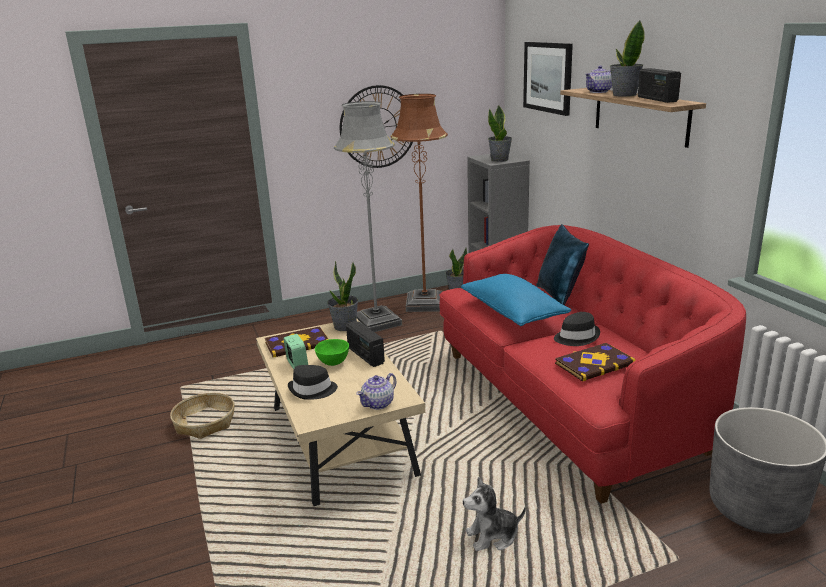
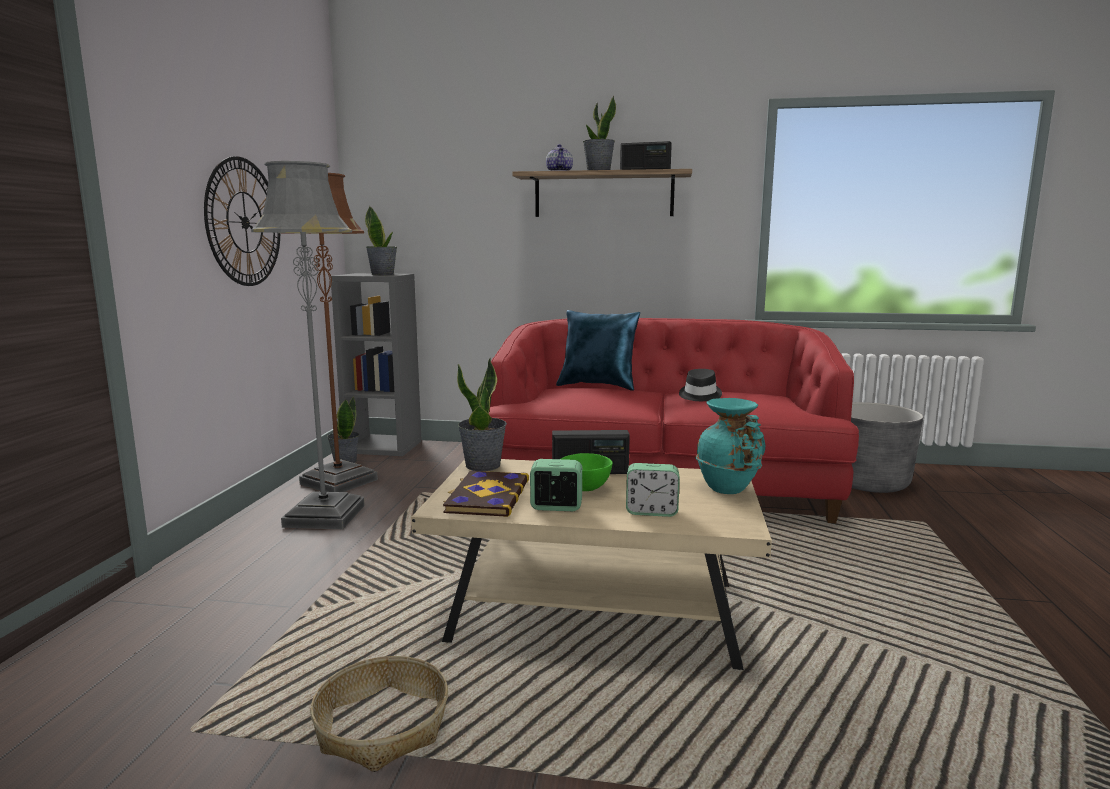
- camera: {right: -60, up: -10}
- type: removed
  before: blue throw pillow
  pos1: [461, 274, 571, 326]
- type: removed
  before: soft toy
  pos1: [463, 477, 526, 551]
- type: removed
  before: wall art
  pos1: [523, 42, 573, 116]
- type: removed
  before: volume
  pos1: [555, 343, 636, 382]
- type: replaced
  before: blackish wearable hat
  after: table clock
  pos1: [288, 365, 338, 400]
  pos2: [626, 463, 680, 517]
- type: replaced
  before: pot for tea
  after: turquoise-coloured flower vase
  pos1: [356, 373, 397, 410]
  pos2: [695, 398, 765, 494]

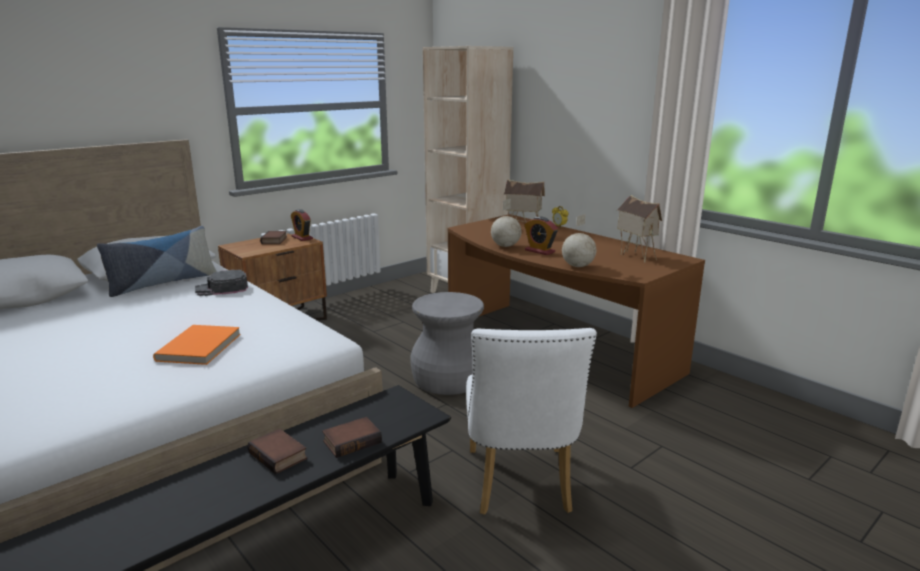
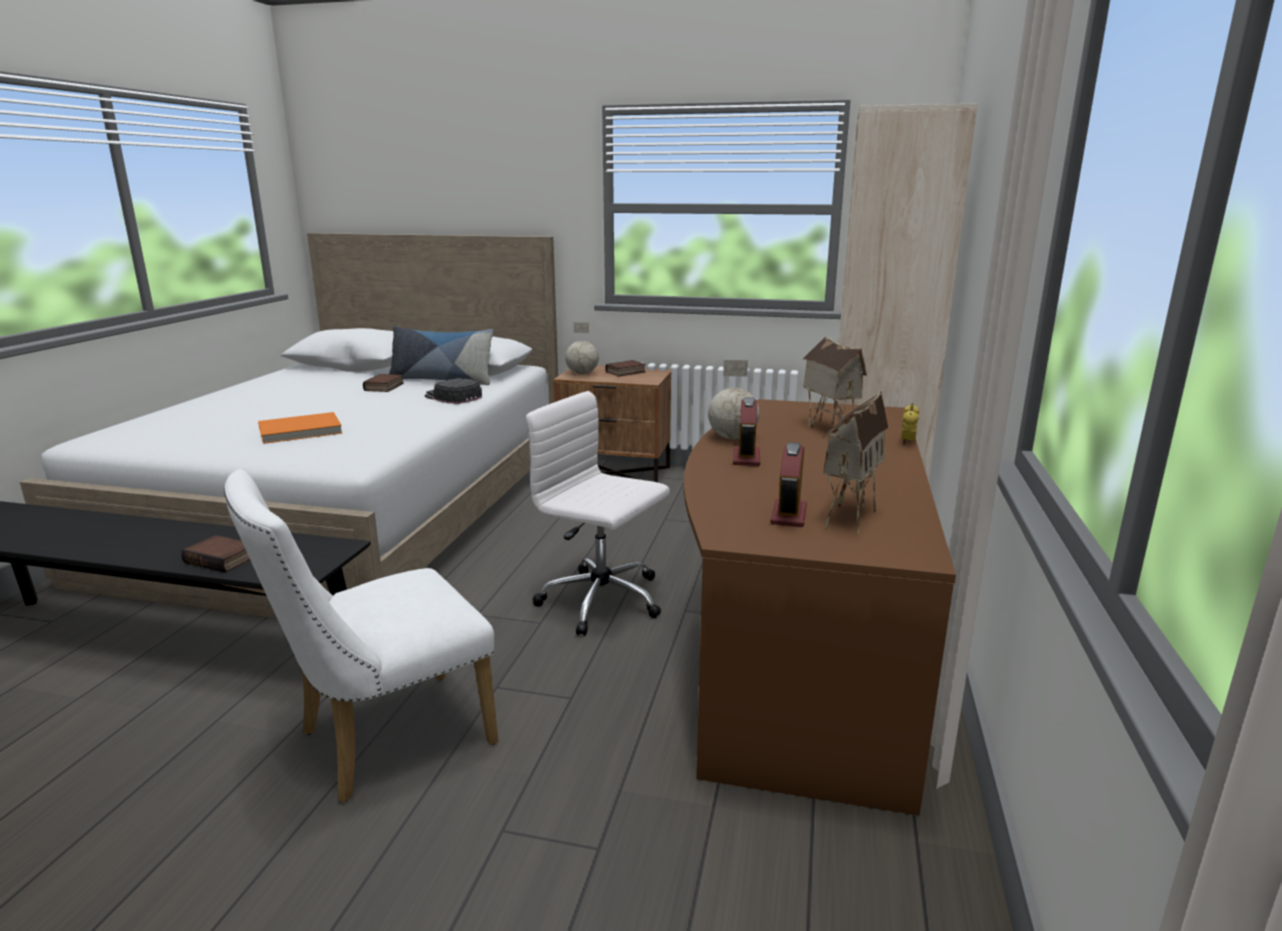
- camera: {right: 55, up: 0}
- type: moved
  before: volume
  pos1: [247, 429, 307, 474]
  pos2: [363, 374, 404, 392]
- type: moved
  before: table clock
  pos1: [291, 209, 313, 241]
  pos2: [771, 442, 807, 527]
- type: moved
  before: desk globe
  pos1: [562, 214, 596, 267]
  pos2: [565, 322, 599, 375]
- type: replaced
  before: greyish sitting stool
  after: white office chair
  pos1: [410, 292, 484, 395]
  pos2: [526, 391, 670, 636]

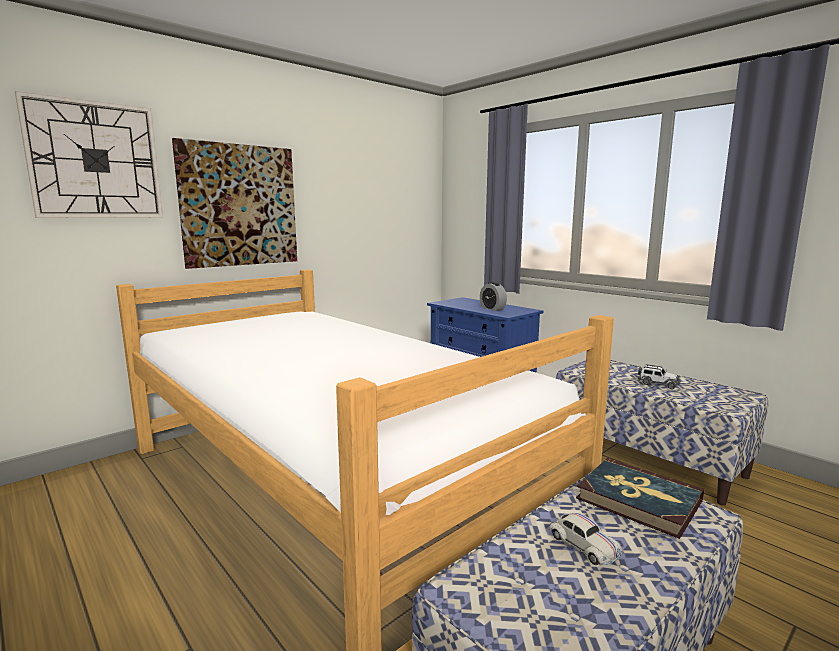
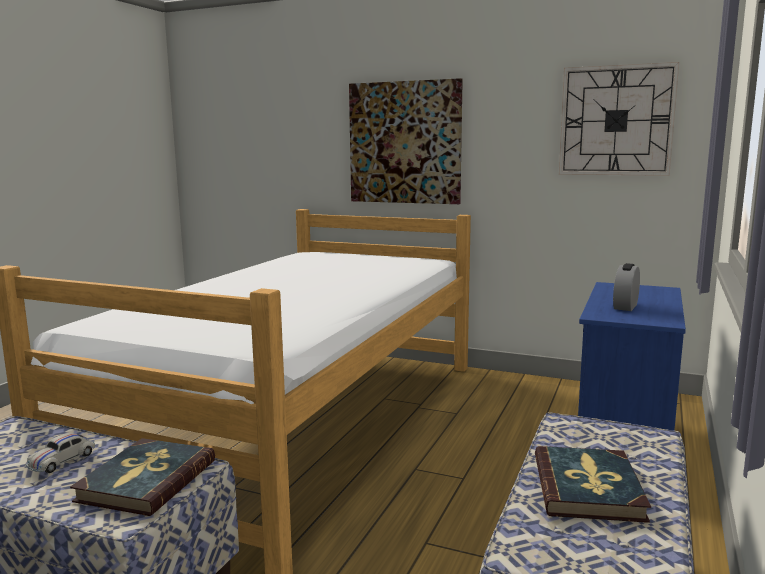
- camera: {right: 65, up: 0}
- type: moved
  before: wall clock
  pos1: [15, 91, 163, 218]
  pos2: [559, 62, 679, 176]
- type: replaced
  before: model car
  after: volume
  pos1: [638, 364, 681, 389]
  pos2: [535, 446, 651, 523]

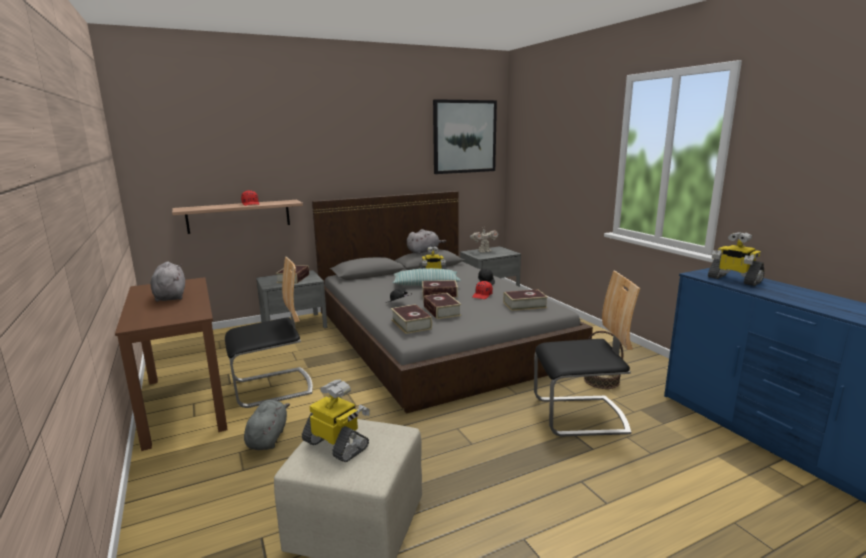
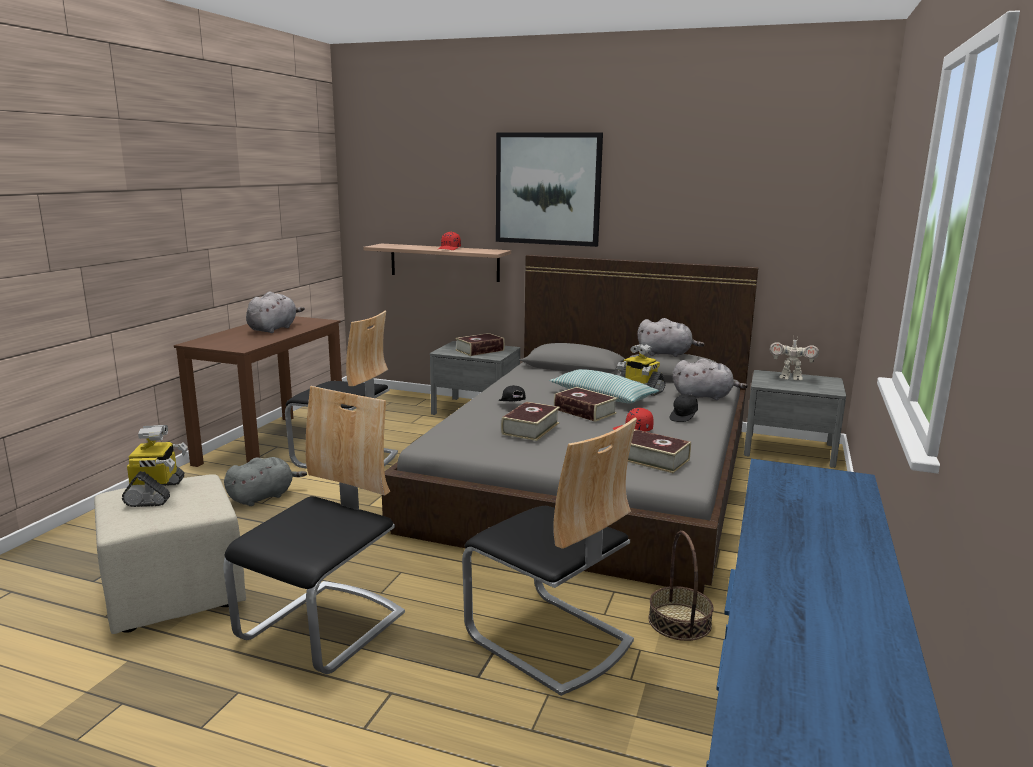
- camera: {right: 45, up: 0}
- type: removed
  before: volume
  pos1: [391, 304, 432, 334]
- type: removed
  before: robot figure
  pos1: [708, 232, 765, 286]
- type: added
  after: plain chair
  pos2: [223, 386, 405, 674]
- type: added
  after: greyish soft toy
  pos2: [673, 358, 748, 400]
- type: moved
  before: wall art
  pos1: [433, 99, 497, 174]
  pos2: [496, 133, 603, 247]

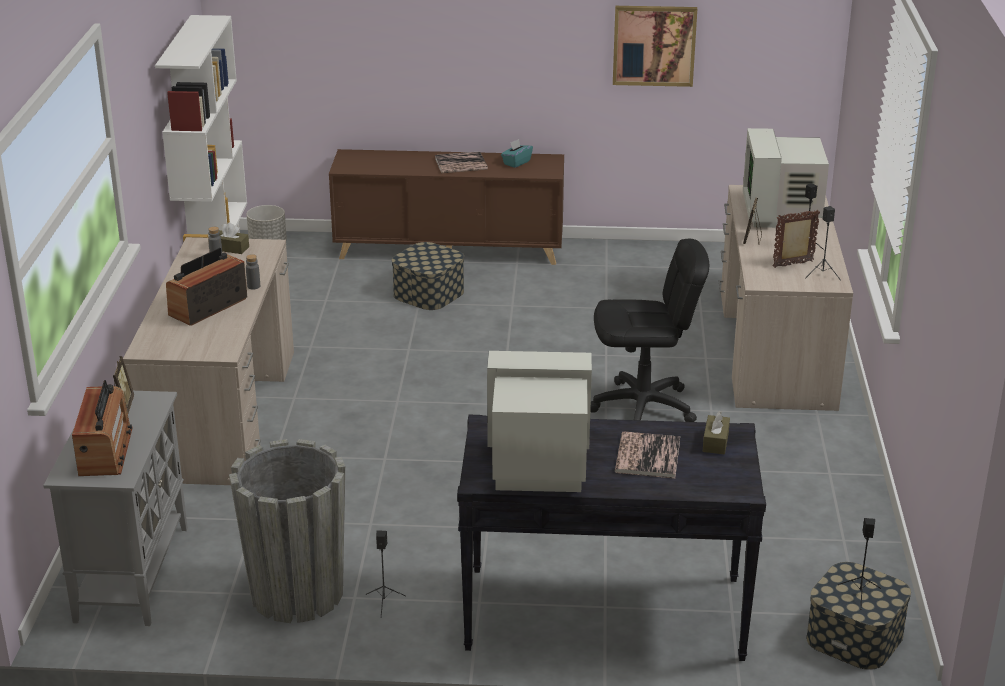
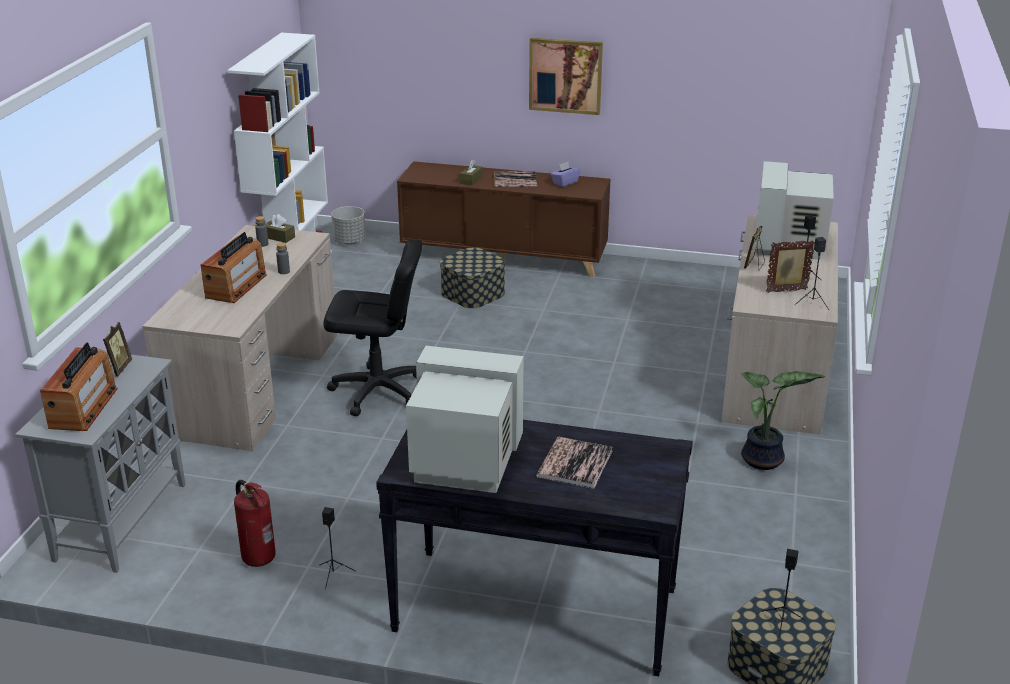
- camera: {right: 10, up: 0}
- type: added
  after: plant in a pot
  pos2: [741, 371, 825, 470]
- type: moved
  before: blackish office chair
  pos1: [590, 239, 709, 422]
  pos2: [323, 239, 422, 416]
- type: moved
  before: wall art
  pos1: [613, 6, 697, 87]
  pos2: [529, 38, 603, 115]
- type: moved
  before: brown-coloured box of tissues
  pos1: [703, 411, 730, 454]
  pos2: [460, 160, 482, 185]
- type: replaced
  before: greyish plant pot
  after: fire extinguisher
  pos1: [229, 439, 345, 623]
  pos2: [234, 480, 276, 567]
- type: recoloured
  before: turquoise-coloured box of tissues
  after: purple box of tissues
  pos1: [501, 139, 533, 168]
  pos2: [551, 162, 581, 187]
- type: turned
  before: radio set
  pos1: [166, 248, 247, 326]
  pos2: [201, 232, 267, 303]
  turn: 150

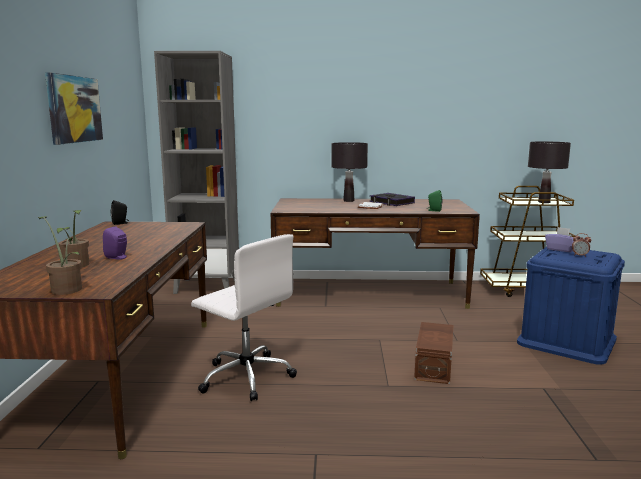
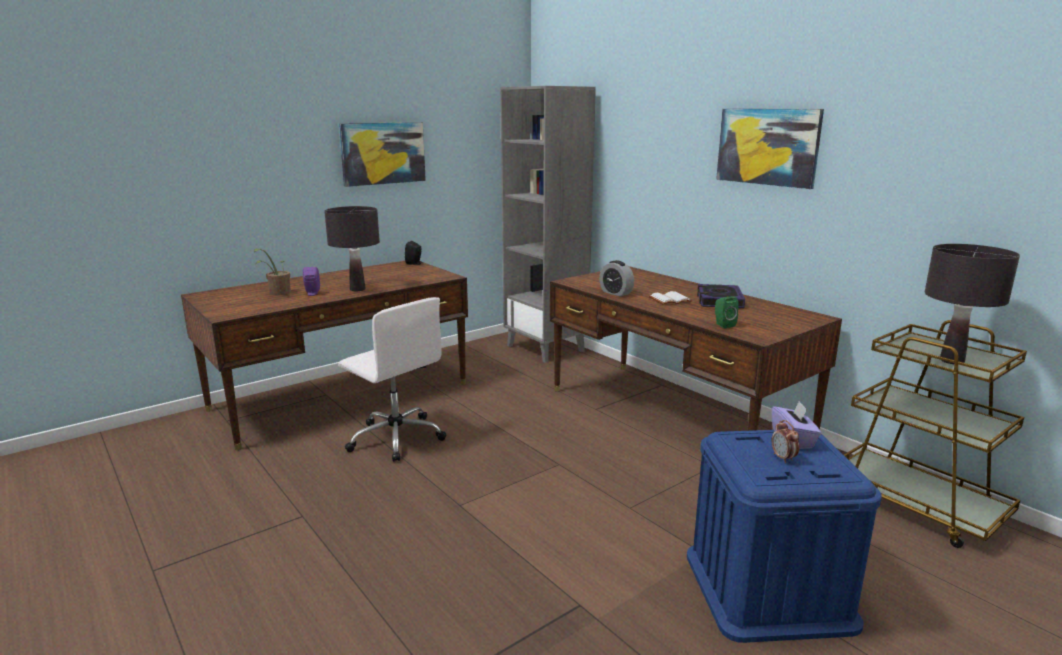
- camera: {right: 50, up: 5}
- type: removed
  before: plant in a pot
  pos1: [38, 216, 82, 295]
- type: removed
  before: brown-coloured storage box
  pos1: [414, 322, 454, 384]
- type: added
  after: table clock
  pos2: [599, 260, 634, 296]
- type: added
  after: wall art
  pos2: [716, 109, 824, 189]
- type: moved
  before: blackish table lamp
  pos1: [331, 142, 368, 202]
  pos2: [324, 206, 380, 291]
- type: turned
  before: white office chair
  pos1: [191, 234, 297, 401]
  pos2: [338, 297, 447, 462]
  turn: -45

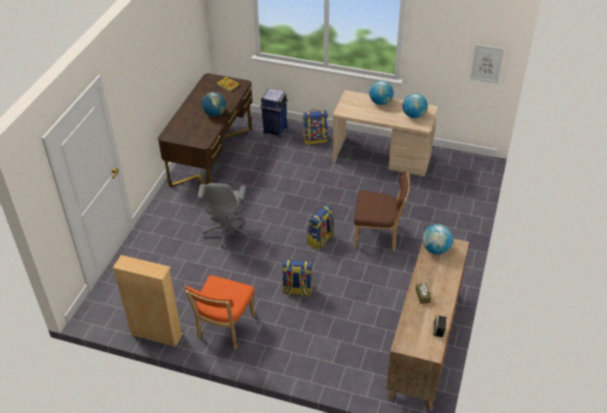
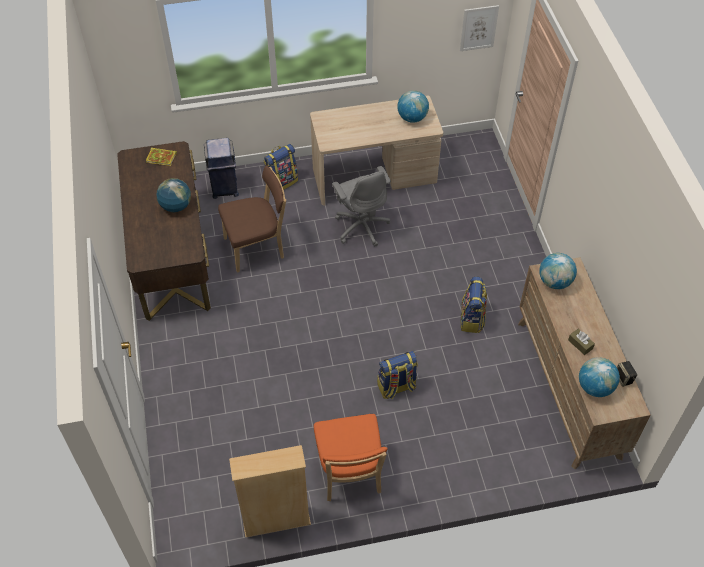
- camera: {right: -30, up: 10}
- type: moved
  before: greyish office chair
  pos1: [198, 183, 249, 249]
  pos2: [332, 166, 391, 246]
- type: moved
  before: rucksack
  pos1: [307, 204, 334, 250]
  pos2: [460, 277, 487, 333]
- type: moved
  before: brown-coloured plain chair
  pos1: [354, 171, 410, 251]
  pos2: [218, 165, 286, 273]
- type: moved
  before: desk globe
  pos1: [369, 81, 394, 105]
  pos2: [579, 357, 620, 397]

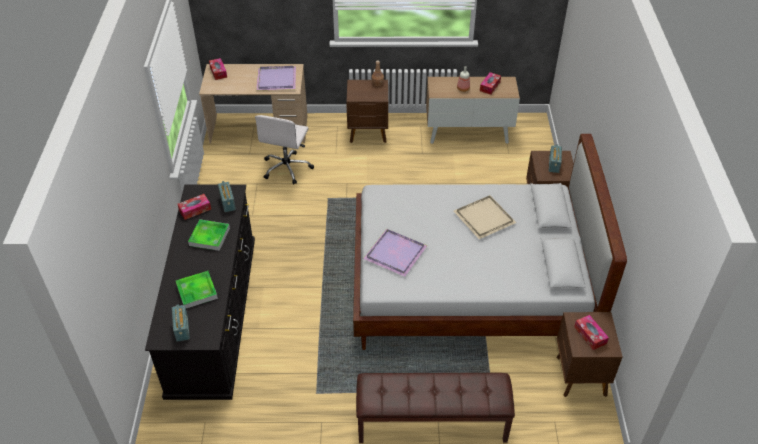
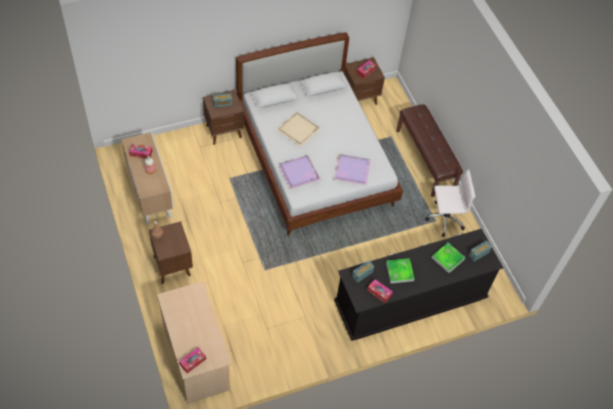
- camera: {right: -115, up: 10}
- type: moved
  before: white office chair
  pos1: [255, 115, 314, 184]
  pos2: [425, 170, 475, 237]
- type: moved
  before: purple carrying tray
  pos1: [256, 66, 296, 91]
  pos2: [278, 155, 321, 189]

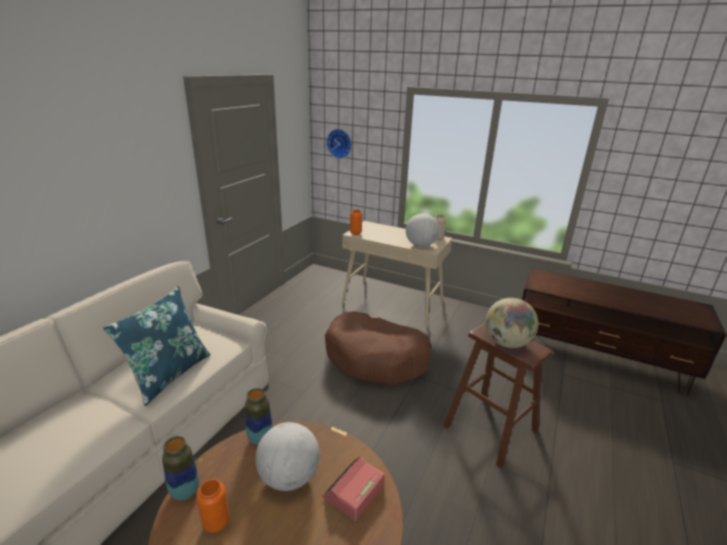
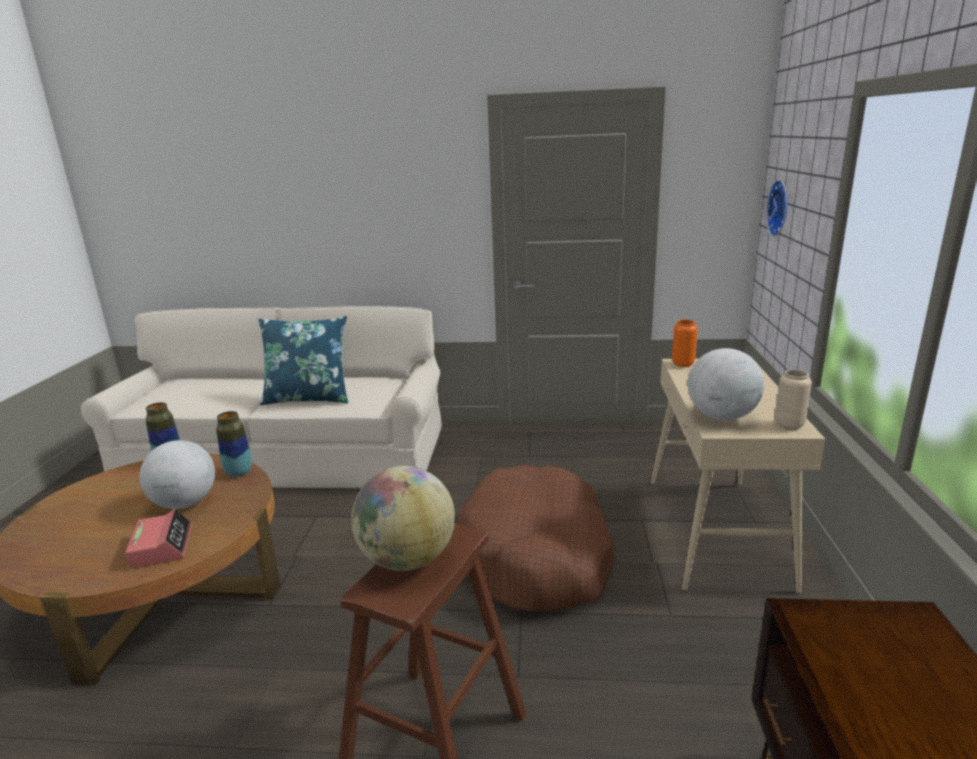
- camera: {right: 70, up: -5}
- type: removed
  before: orangey flower vase
  pos1: [196, 479, 230, 533]
- type: turned
  before: table clock
  pos1: [323, 456, 385, 521]
  pos2: [125, 509, 192, 569]
  turn: 60

